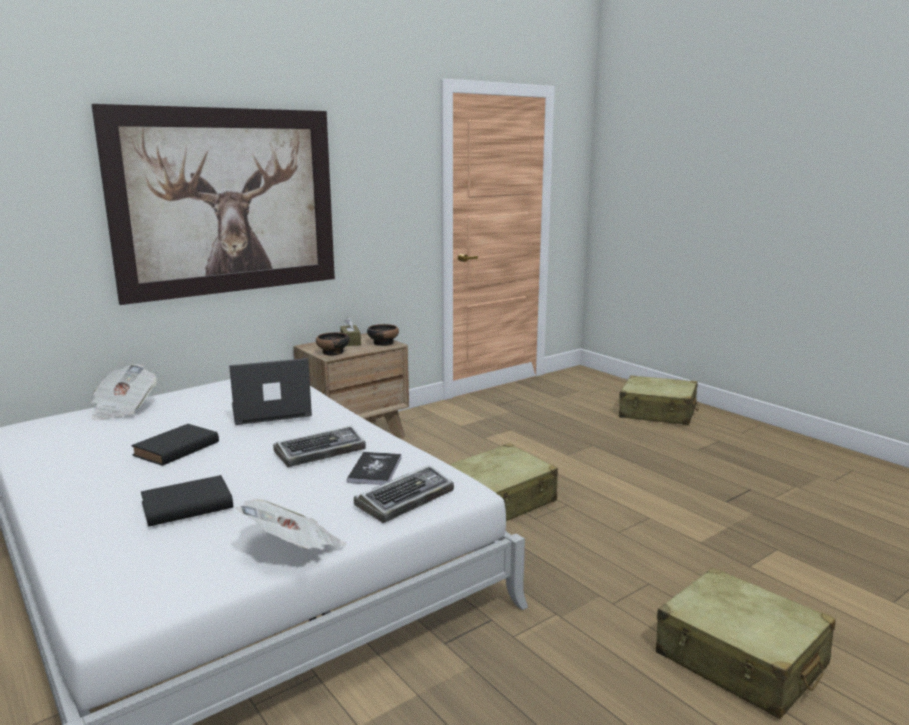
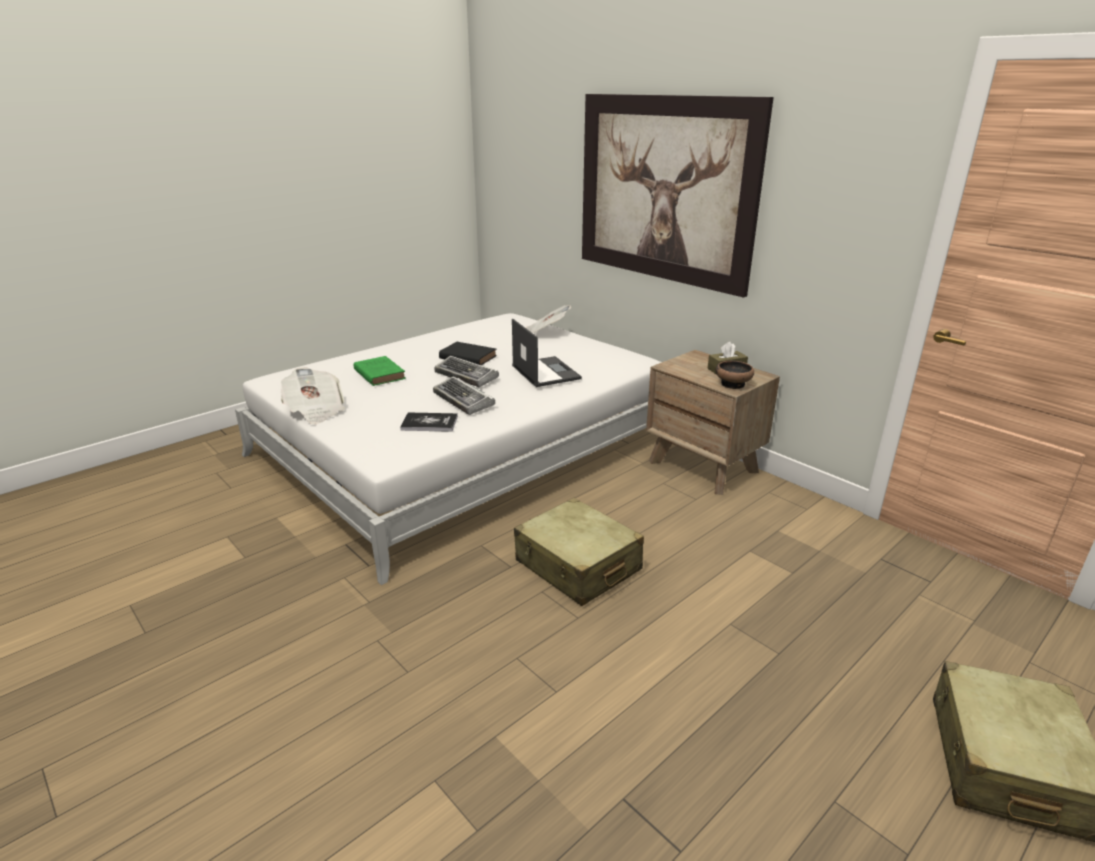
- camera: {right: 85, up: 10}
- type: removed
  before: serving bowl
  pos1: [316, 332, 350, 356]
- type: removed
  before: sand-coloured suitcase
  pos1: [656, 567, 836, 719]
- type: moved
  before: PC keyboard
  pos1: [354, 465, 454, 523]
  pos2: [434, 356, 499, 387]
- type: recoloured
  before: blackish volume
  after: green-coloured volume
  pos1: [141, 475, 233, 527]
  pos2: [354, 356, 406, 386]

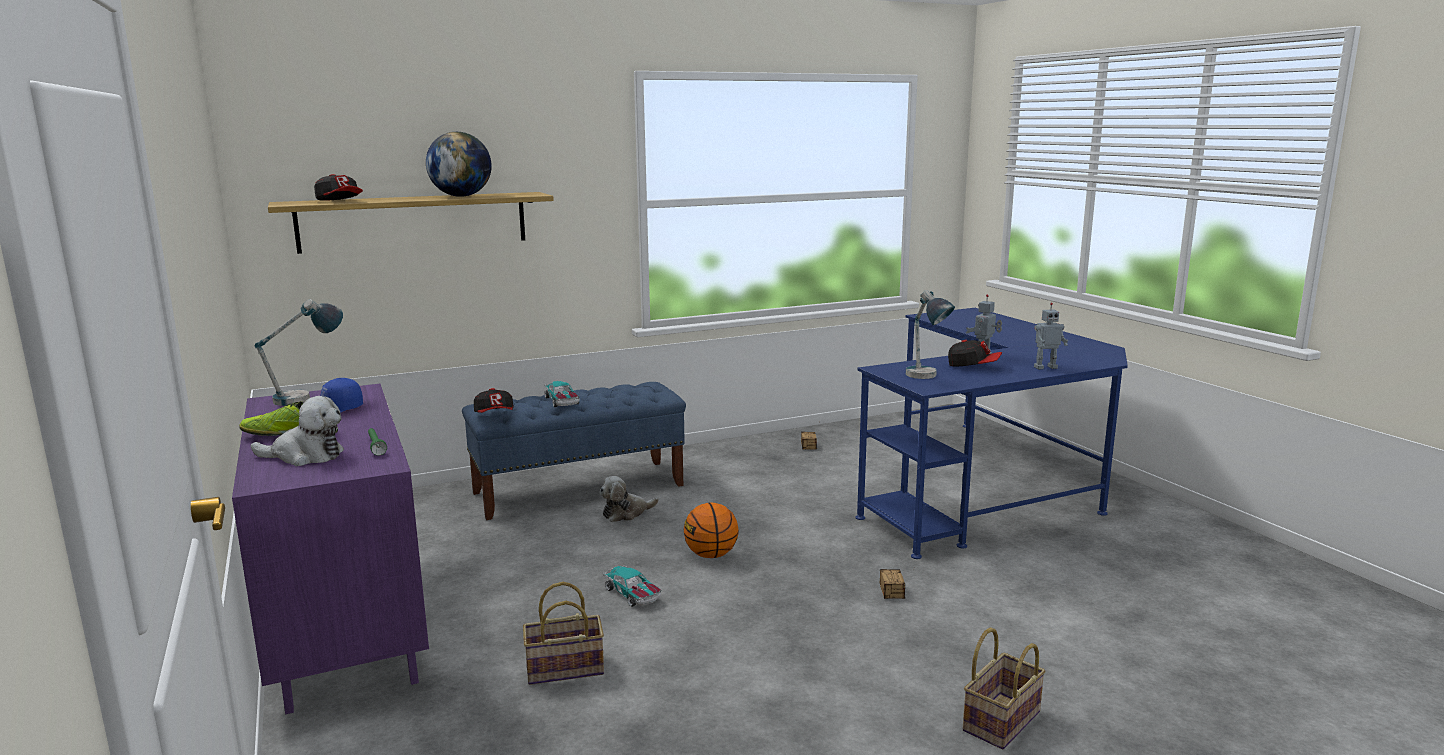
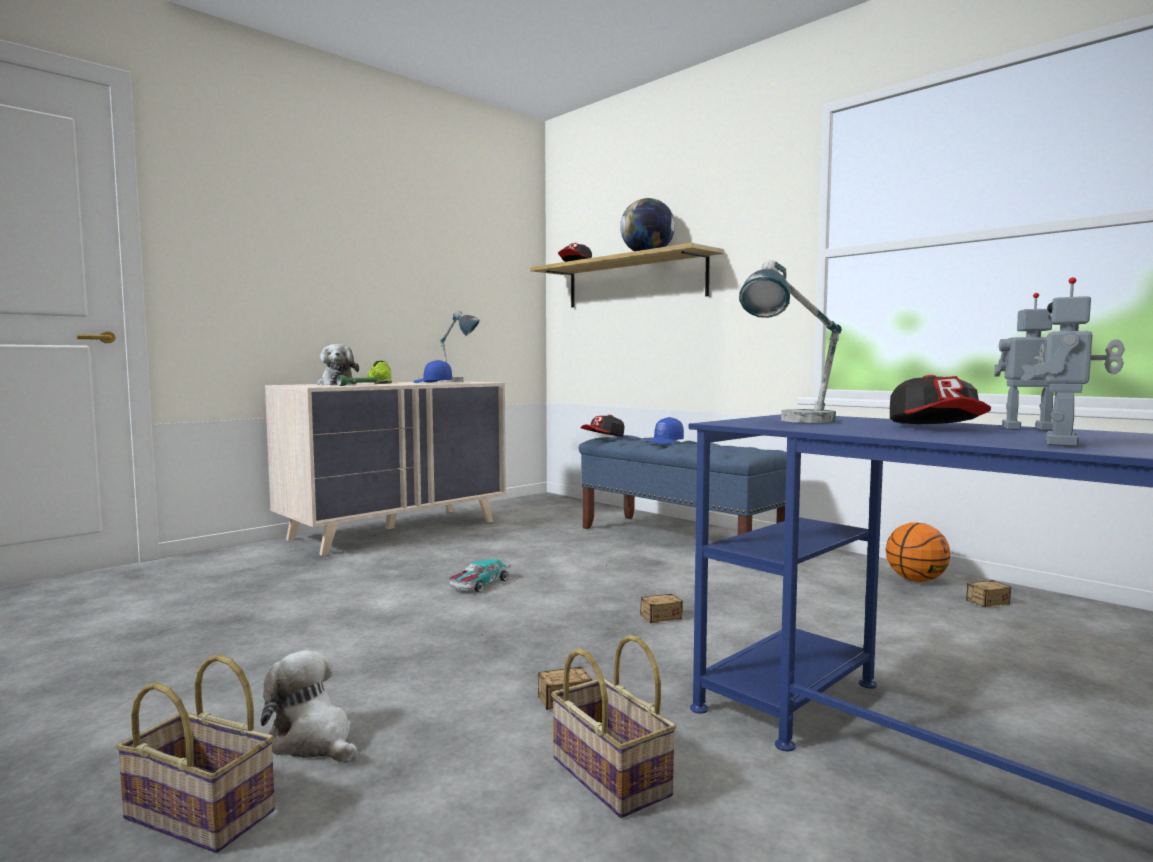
- camera: {right: 70, up: -10}
- type: added
  after: storage box
  pos2: [606, 564, 683, 623]
- type: moved
  before: basket
  pos1: [523, 582, 604, 685]
  pos2: [551, 635, 677, 818]
- type: moved
  before: soft toy
  pos1: [599, 476, 659, 522]
  pos2: [261, 650, 358, 763]
- type: moved
  before: basketball
  pos1: [684, 502, 739, 558]
  pos2: [885, 522, 950, 582]
- type: replaced
  before: model car
  after: blue baseball cap
  pos1: [544, 381, 580, 407]
  pos2: [646, 417, 684, 444]
- type: recoloured
  before: purple chest of drawers
  after: sand-coloured chest of drawers
  pos1: [232, 384, 429, 714]
  pos2: [265, 381, 506, 556]
- type: turned
  before: robot figure
  pos1: [1034, 303, 1068, 369]
  pos2: [1020, 277, 1125, 447]
  turn: 60

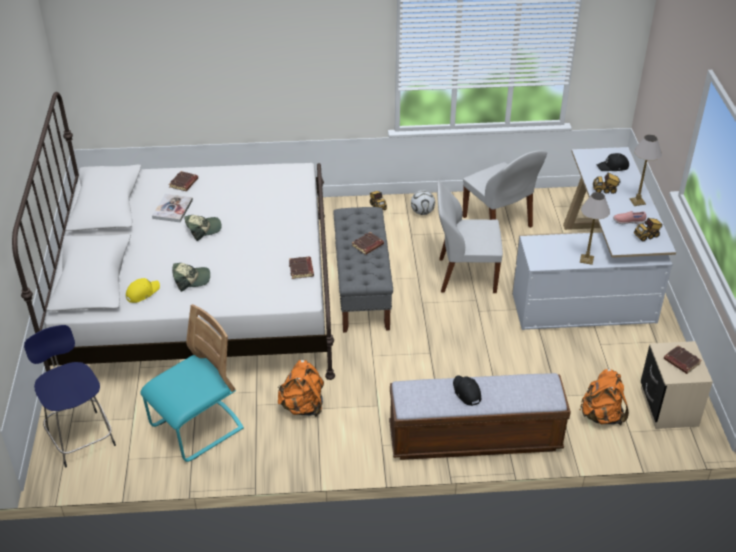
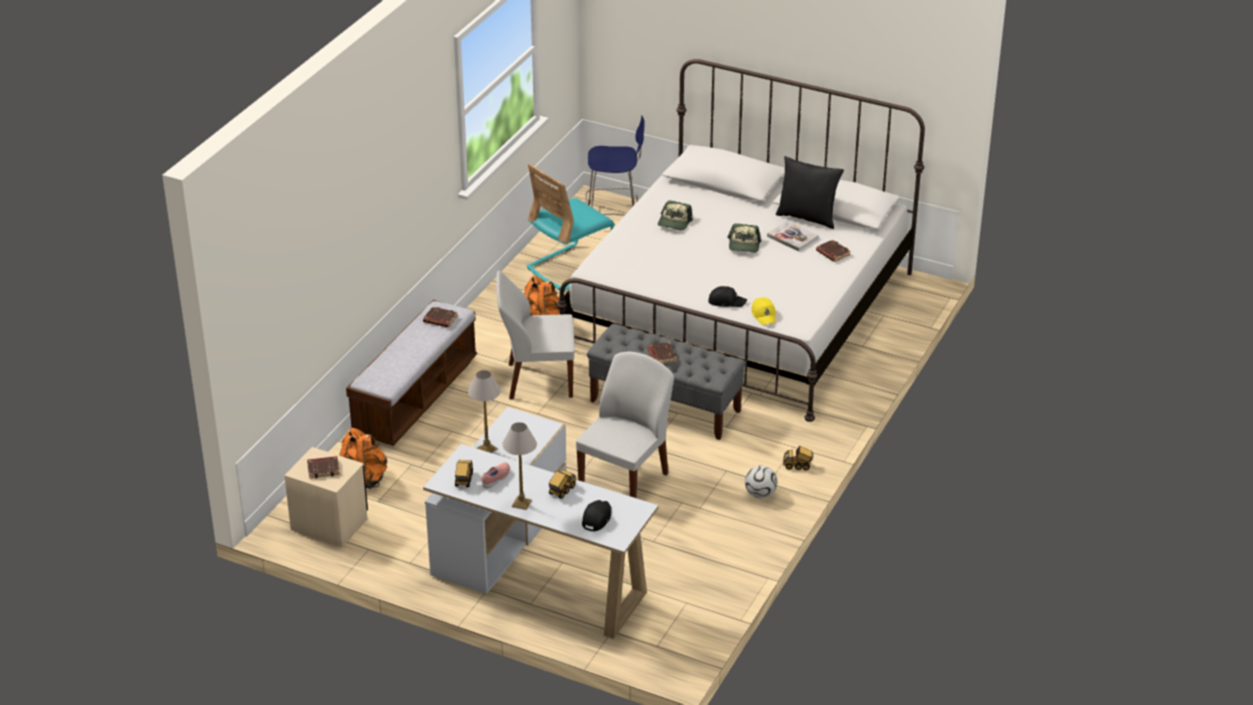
- camera: {right: 120, up: -5}
- type: added
  after: blackish throw pillow
  pos2: [776, 156, 844, 229]
- type: moved
  before: yellow baseball cap
  pos1: [126, 278, 160, 303]
  pos2: [751, 297, 776, 325]
- type: moved
  before: brown-coloured volume
  pos1: [289, 257, 314, 279]
  pos2: [423, 306, 458, 328]
- type: moved
  before: blackish baseball cap
  pos1: [453, 375, 481, 406]
  pos2: [708, 286, 747, 307]
- type: moved
  before: white plain chair
  pos1: [462, 150, 547, 228]
  pos2: [496, 271, 575, 399]
- type: turned
  before: turquoise-coloured plain chair
  pos1: [140, 304, 244, 462]
  pos2: [527, 164, 615, 291]
  turn: 60

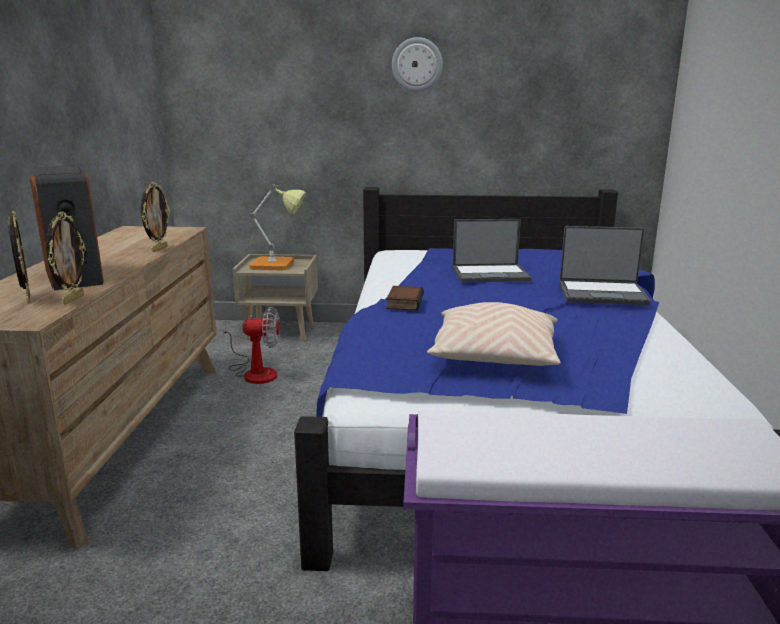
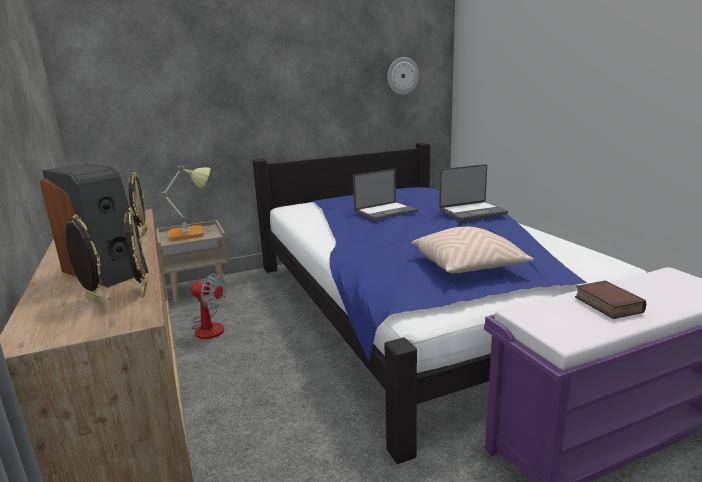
- camera: {right: -25, up: 0}
- type: moved
  before: volume
  pos1: [386, 286, 424, 311]
  pos2: [575, 281, 646, 319]
- type: moved
  before: wall clock
  pos1: [392, 37, 443, 92]
  pos2: [387, 57, 419, 95]
- type: turned
  before: cooling fan
  pos1: [223, 307, 280, 384]
  pos2: [191, 273, 226, 339]
  turn: 45

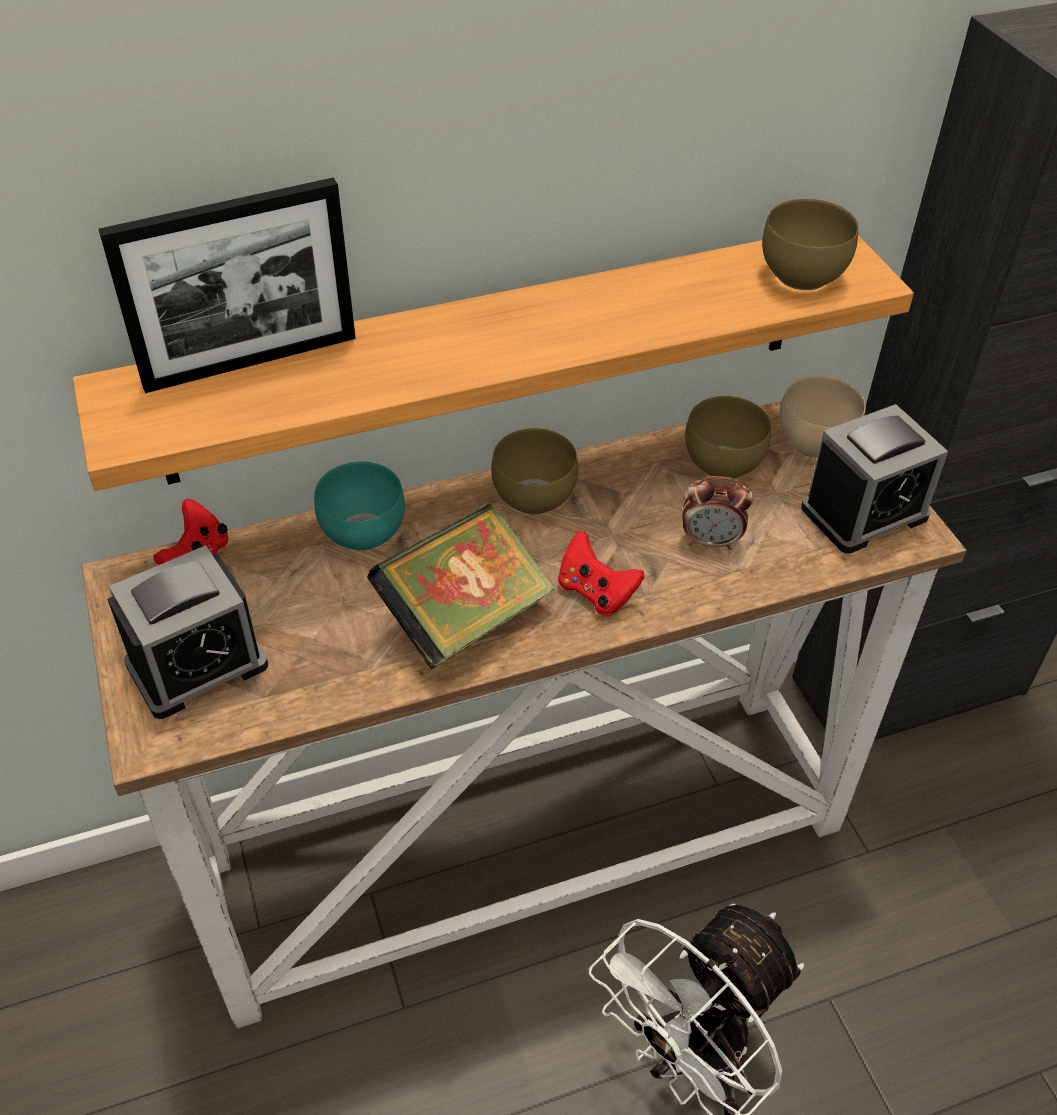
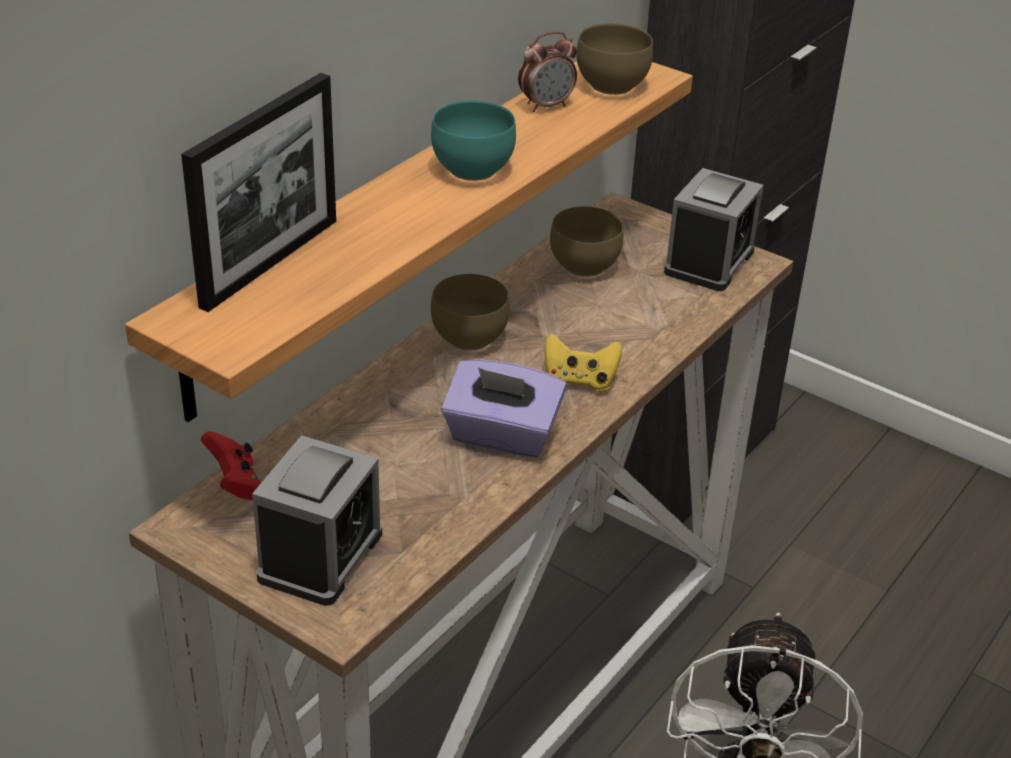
- camera: {right: -35, up: -10}
- type: removed
  before: sand-coloured serving bowl
  pos1: [779, 376, 866, 458]
- type: moved
  before: turquoise-coloured serving bowl
  pos1: [314, 462, 405, 550]
  pos2: [431, 100, 516, 181]
- type: moved
  before: table clock
  pos1: [682, 476, 753, 550]
  pos2: [518, 31, 577, 112]
- type: replaced
  before: volume
  after: purple box of tissues
  pos1: [367, 504, 555, 670]
  pos2: [441, 359, 567, 458]
- type: recoloured
  before: reddish gamepad
  after: yellow gamepad
  pos1: [558, 531, 645, 616]
  pos2: [545, 333, 622, 392]

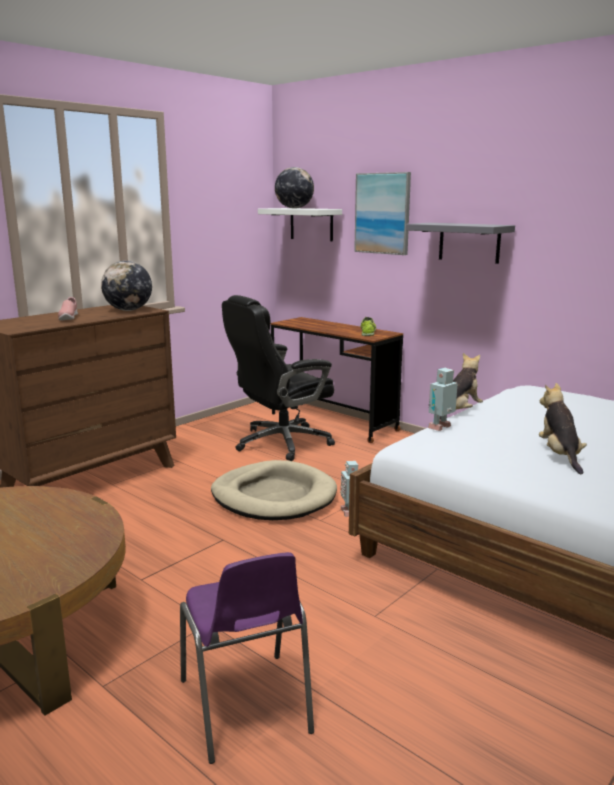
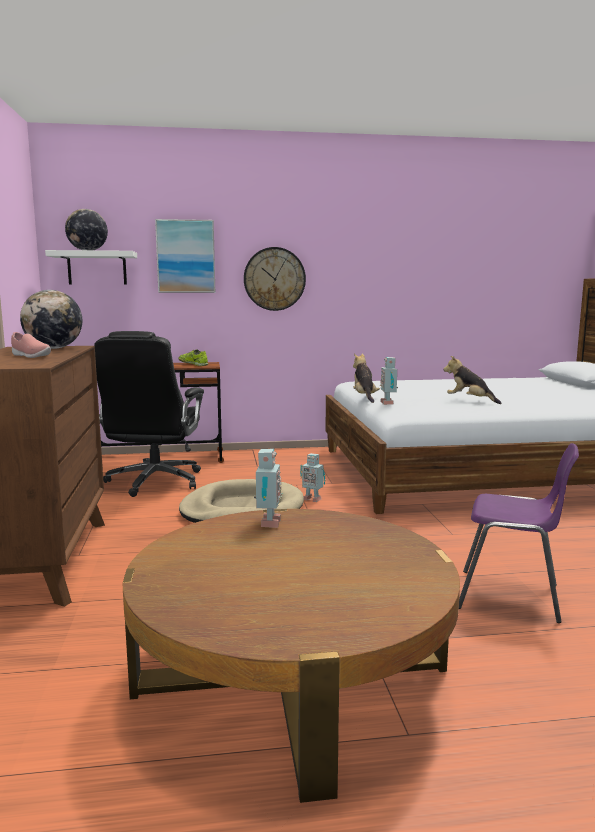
- camera: {right: -50, up: -5}
- type: added
  after: robot figure
  pos2: [254, 449, 283, 528]
- type: replaced
  before: greyish shelf
  after: wall clock
  pos1: [406, 223, 515, 264]
  pos2: [244, 247, 306, 311]

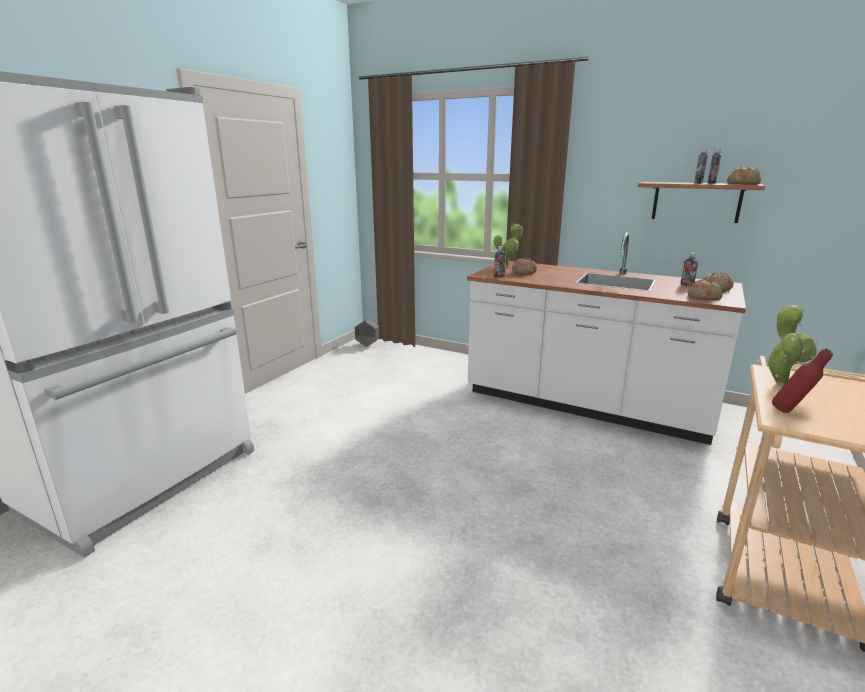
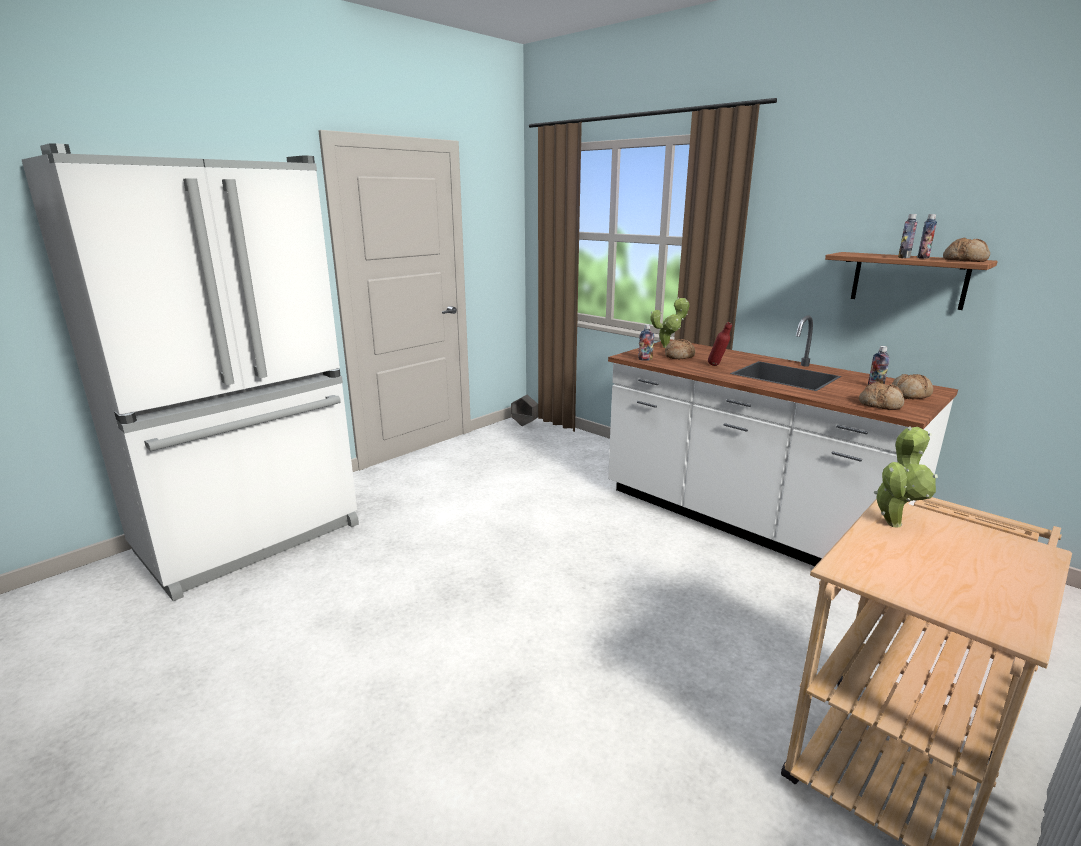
- camera: {right: 15, up: 0}
- type: moved
  before: reddish bottle
  pos1: [772, 349, 833, 413]
  pos2: [708, 322, 732, 366]

